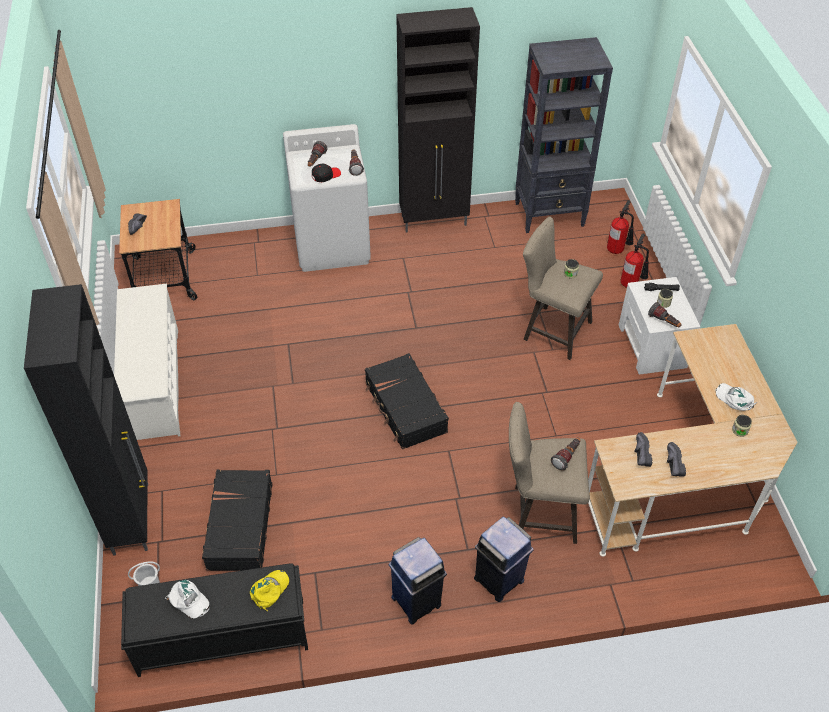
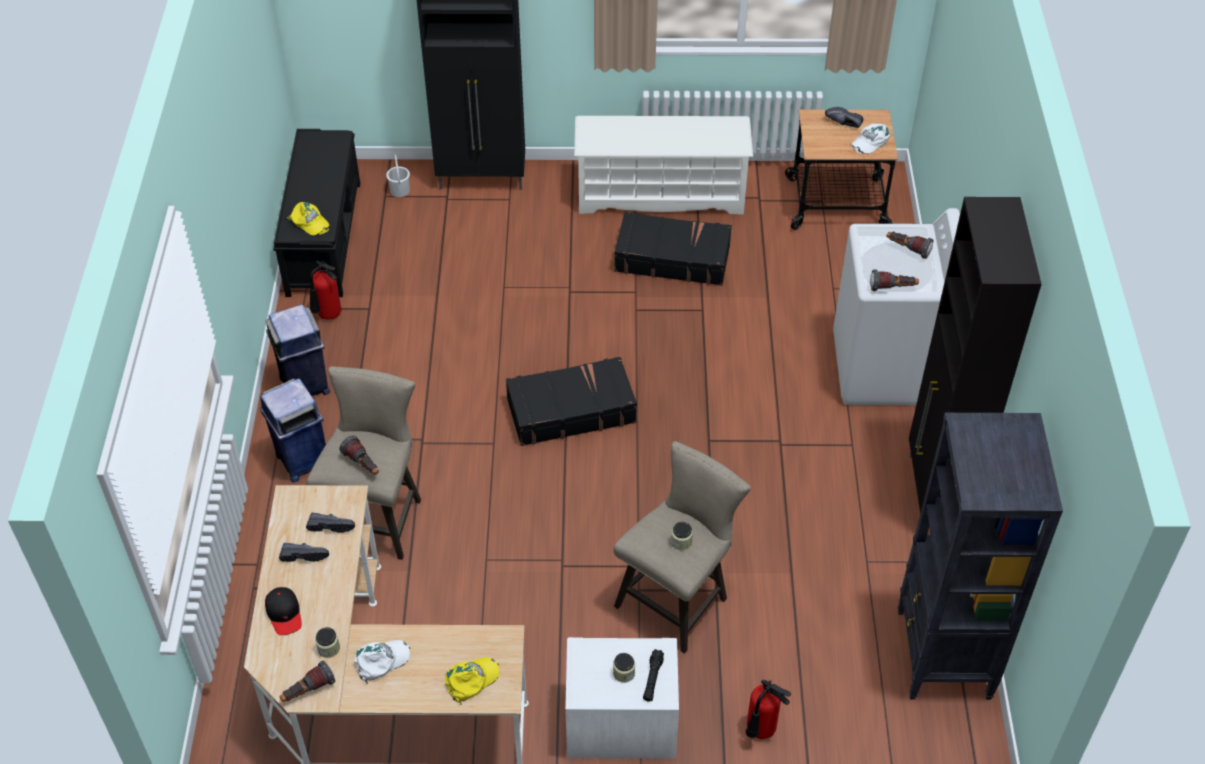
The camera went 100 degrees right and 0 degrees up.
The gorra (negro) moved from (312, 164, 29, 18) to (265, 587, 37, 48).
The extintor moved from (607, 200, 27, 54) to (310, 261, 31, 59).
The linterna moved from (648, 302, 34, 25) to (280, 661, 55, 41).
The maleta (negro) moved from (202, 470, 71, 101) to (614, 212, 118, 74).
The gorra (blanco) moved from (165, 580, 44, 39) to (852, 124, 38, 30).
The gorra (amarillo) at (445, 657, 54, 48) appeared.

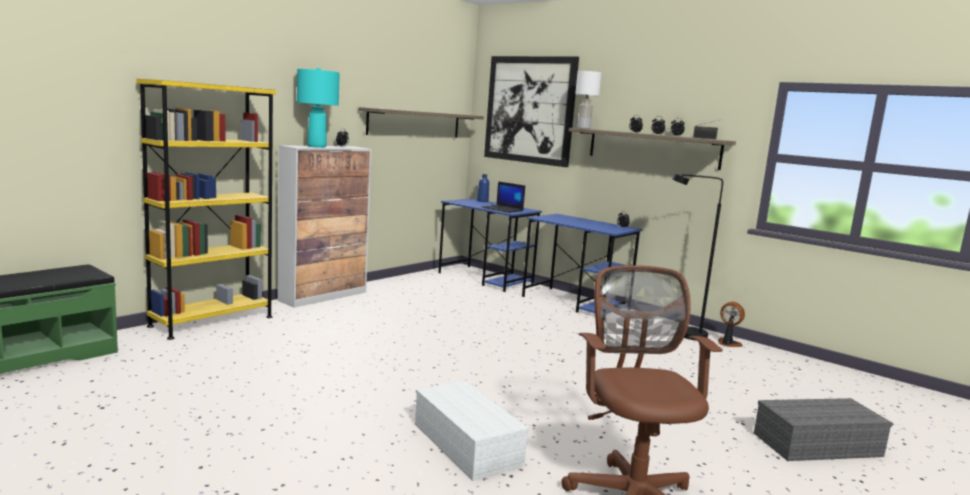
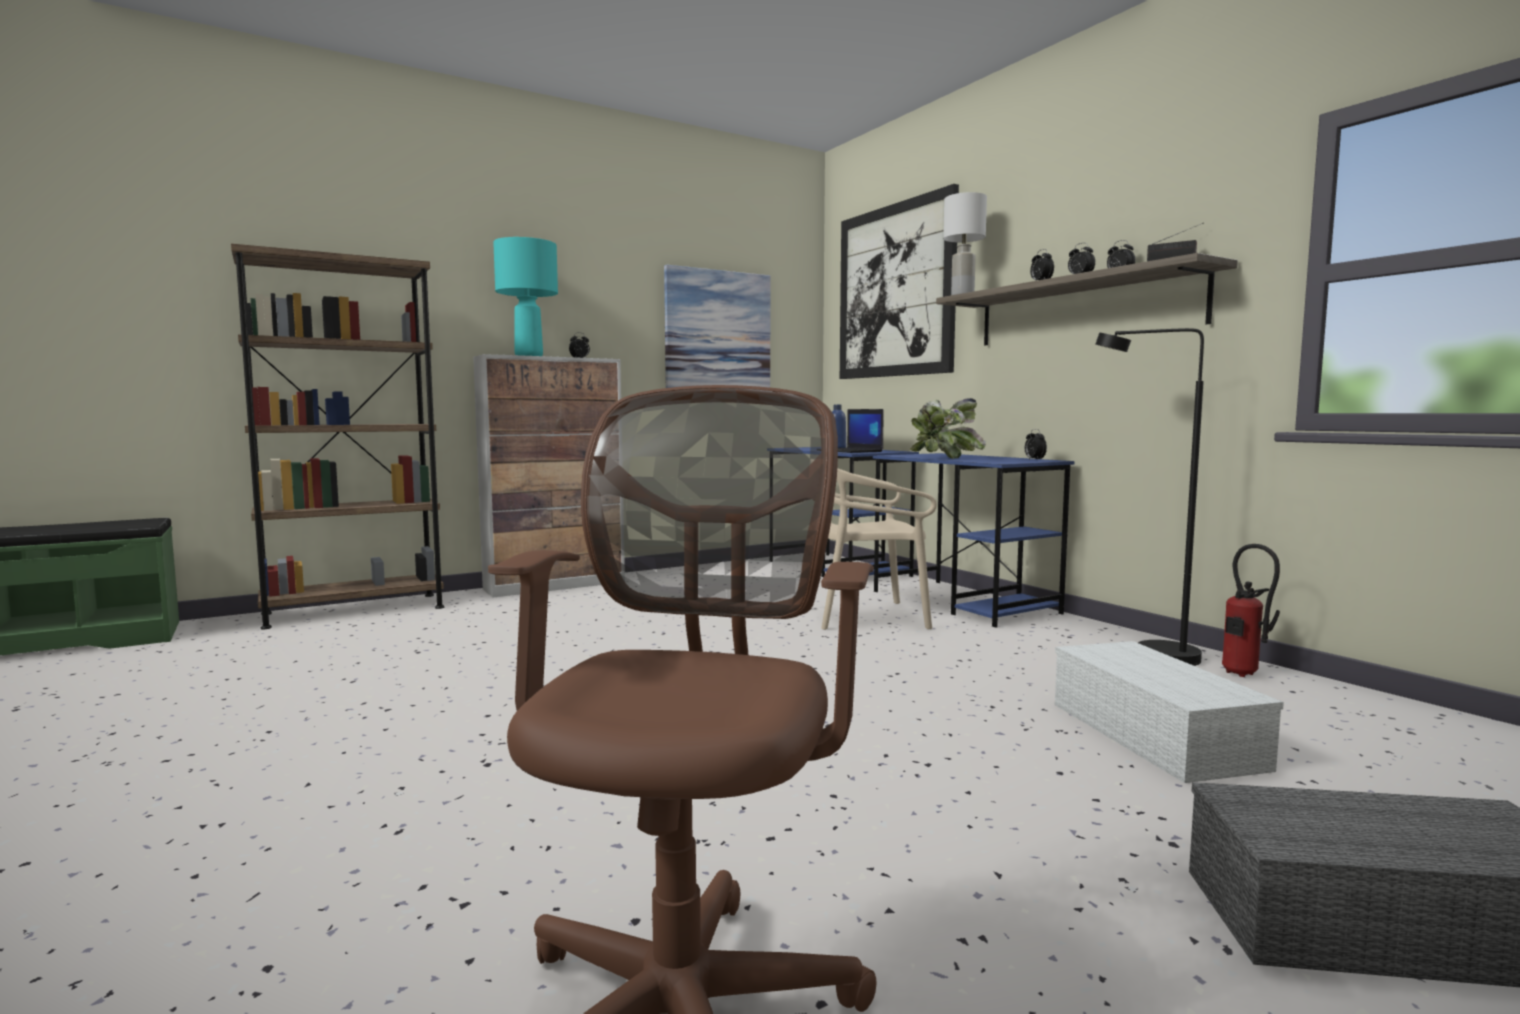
The camera went 20 degrees right and 5 degrees down.
The estantería (amarillo) at (136, 79, 140, 261) became the estantería (marrón) at (231, 244, 213, 385).
The estante at (359, 107, 125, 31) was replaced by the cuadro at (664, 265, 106, 123).
The ventilador at (718, 302, 27, 45) was replaced by the extintor at (1222, 544, 58, 133).
The caja de almacenaje (blanco) moved from (415, 380, 114, 101) to (1055, 641, 229, 142).
The planta en maceta at (910, 398, 76, 61) appeared.
The silla (beis) at (821, 468, 116, 162) appeared.

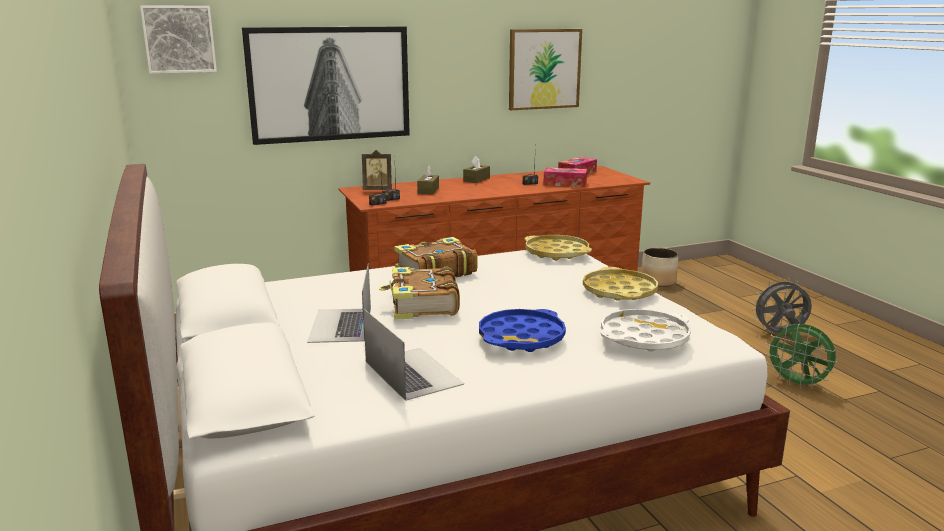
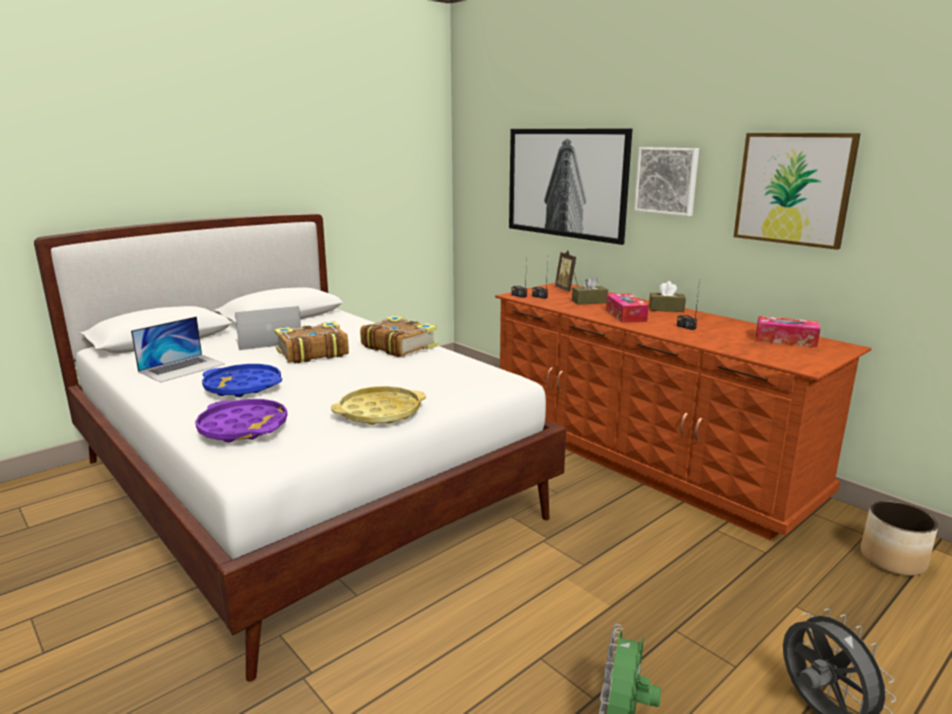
The camera went 70 degrees right and 0 degrees up.
The cuadro moved from (140, 5, 77, 69) to (634, 147, 65, 69).
The caja de pañuelos moved from (543, 167, 44, 21) to (606, 293, 43, 30).
The bandeja (amarillo) at (524, 235, 68, 26) disappeared.
The bandeja (blanco) at (601, 309, 90, 43) became the bandeja (morado) at (195, 399, 92, 44).

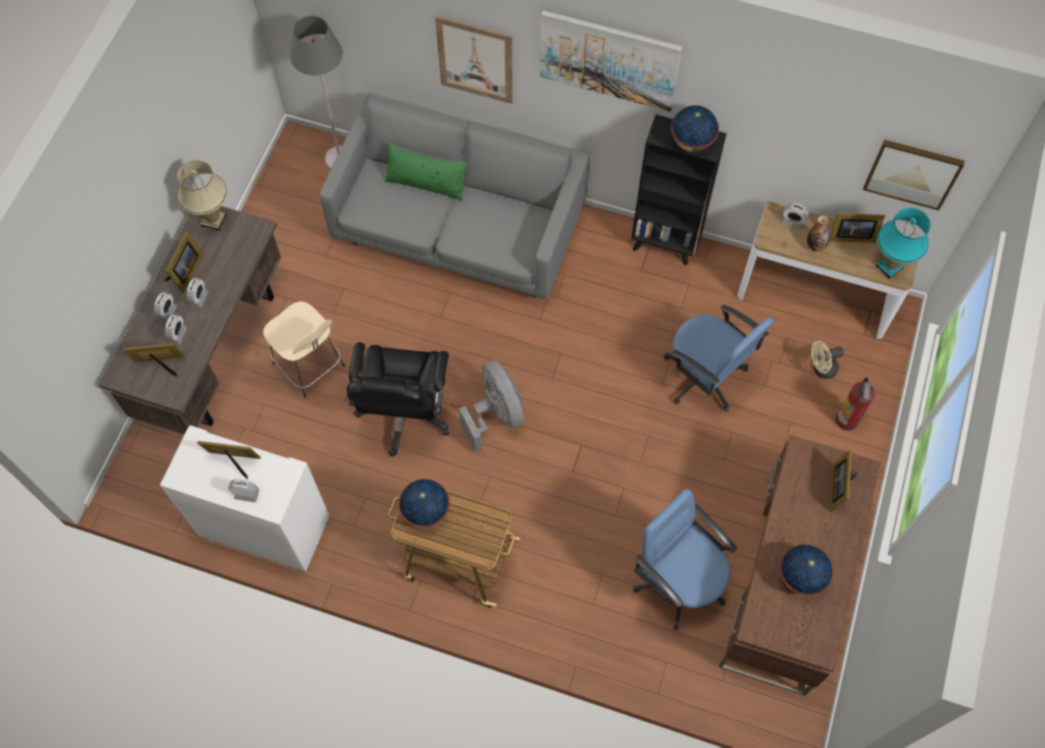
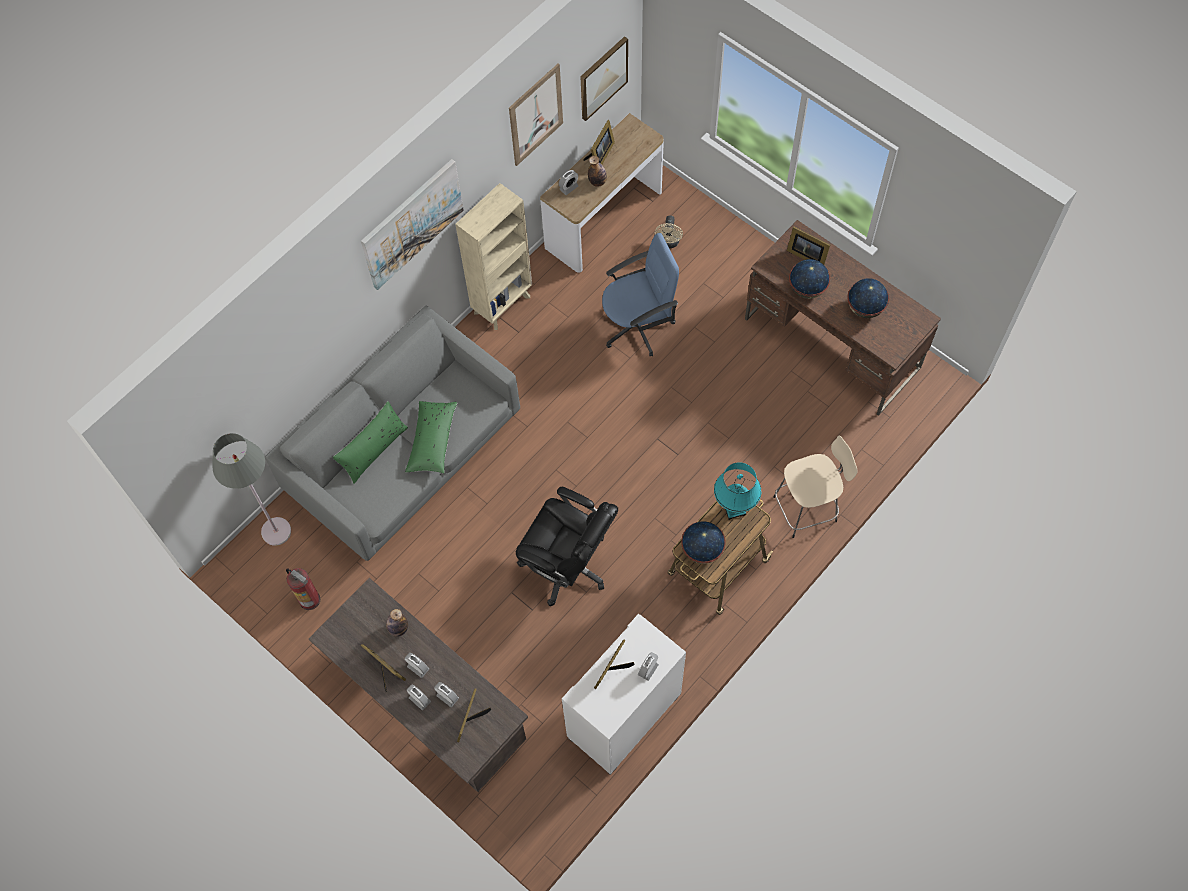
The camera went 65 degrees left and 0 degrees up.
The cuadro moved from (435, 16, 78, 88) to (509, 64, 54, 102).
The globo terráqueo moved from (671, 105, 48, 47) to (789, 259, 41, 40).
The estantería (negro) at (631, 115, 96, 151) became the estantería (beis) at (455, 183, 77, 147).
The lámpara de mesa (beis) at (177, 160, 50, 71) disappeared.
The lámpara de mesa (turquesa) moved from (875, 208, 56, 71) to (714, 462, 47, 58).
The taburete (beis) moved from (263, 301, 82, 97) to (773, 435, 85, 103).
The ventilador (gris) at (459, 360, 65, 92) disappeared.
The extintor moved from (835, 377, 40, 54) to (286, 568, 34, 42).
The silla de oficina (azul) at (633, 489, 104, 141) disappeared.
The cojín (verde) at (405, 401, 53, 73) appeared.
The botella at (386, 609, 22, 28) appeared.

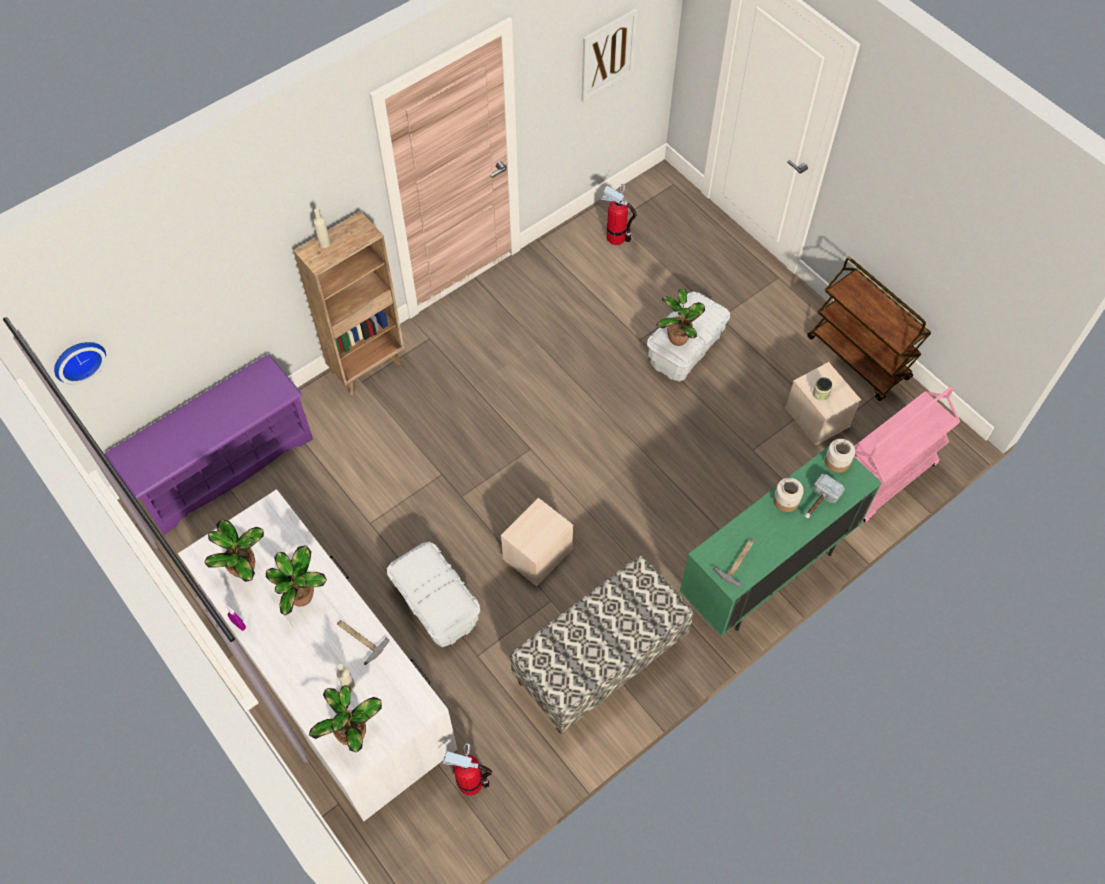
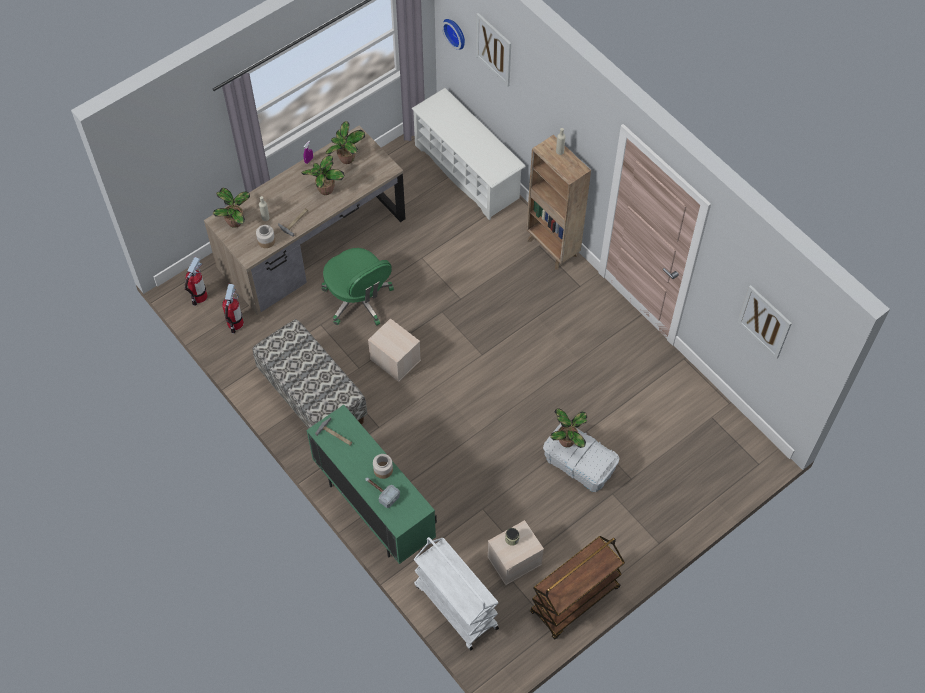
The camera went 90 degrees right and 0 degrees up.
The extintor moved from (601, 184, 36, 61) to (184, 257, 24, 49).
The zapatero (morado) at (105, 354, 208, 181) became the zapatero (blanco) at (411, 88, 114, 132).
The carrito (rosa) at (854, 386, 106, 137) became the carrito (blanco) at (414, 537, 85, 114).
The tarro moved from (825, 439, 30, 34) to (256, 225, 19, 23).
The escritorio (blanco) at (178, 489, 279, 332) became the escritorio (marrón) at (204, 126, 201, 189).
The caja de almacenaje (blanco) at (387, 542, 93, 105) was replaced by the silla de oficina (verde) at (321, 248, 73, 78).
The cuadro at (476, 13, 35, 73) appeared.

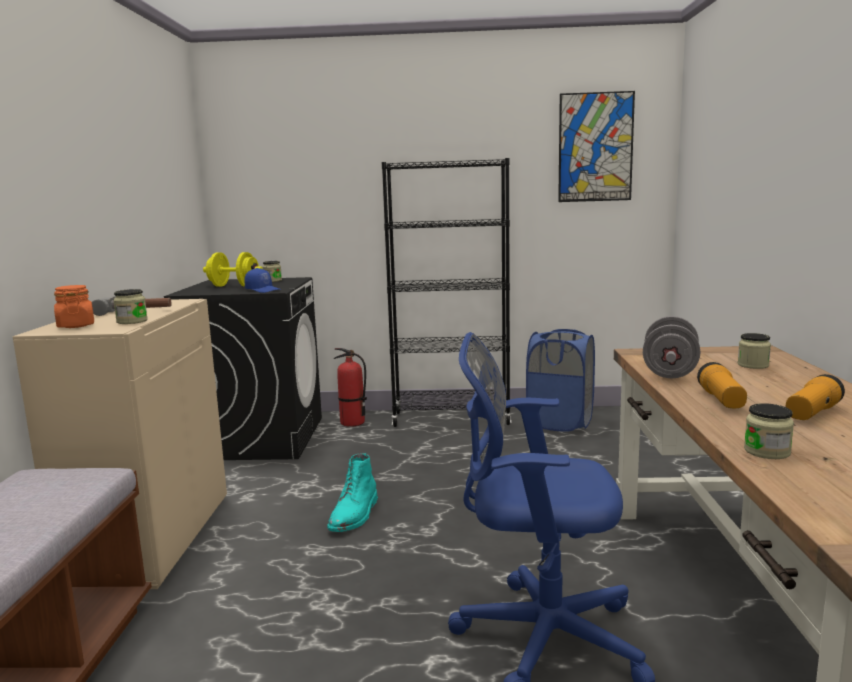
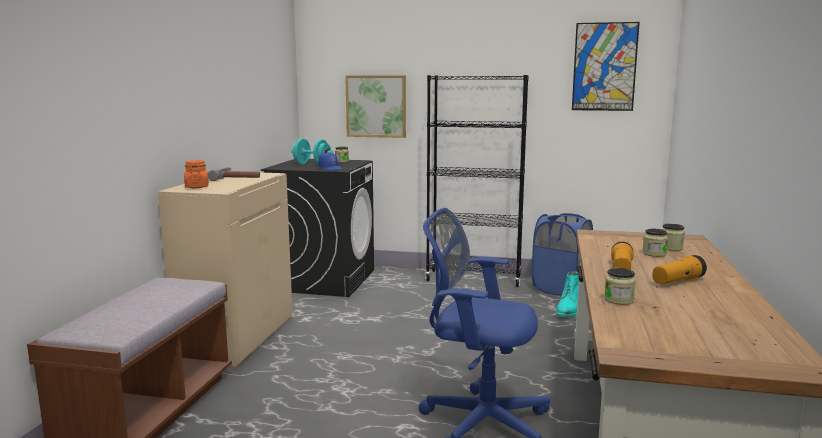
The camera went 10 degrees right and 0 degrees up.
The mancuerna (amarillo) at (203, 252, 60, 35) became the mancuerna (turquesa) at (291, 139, 42, 25).
The tarro moved from (113, 289, 35, 35) to (642, 229, 26, 28).
The mancuerna (gris) at (643, 316, 57, 62) disappeared.
The extintor at (334, 348, 33, 79) disappeared.
The bota (turquesa) moved from (327, 453, 51, 79) to (555, 272, 24, 45).
The cuadro at (345, 75, 61, 63) appeared.

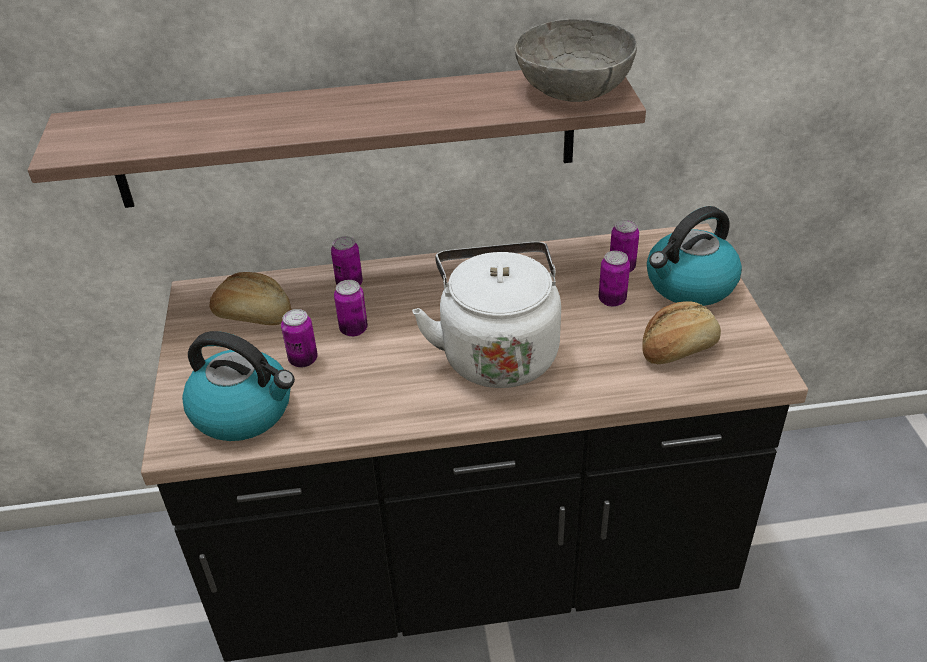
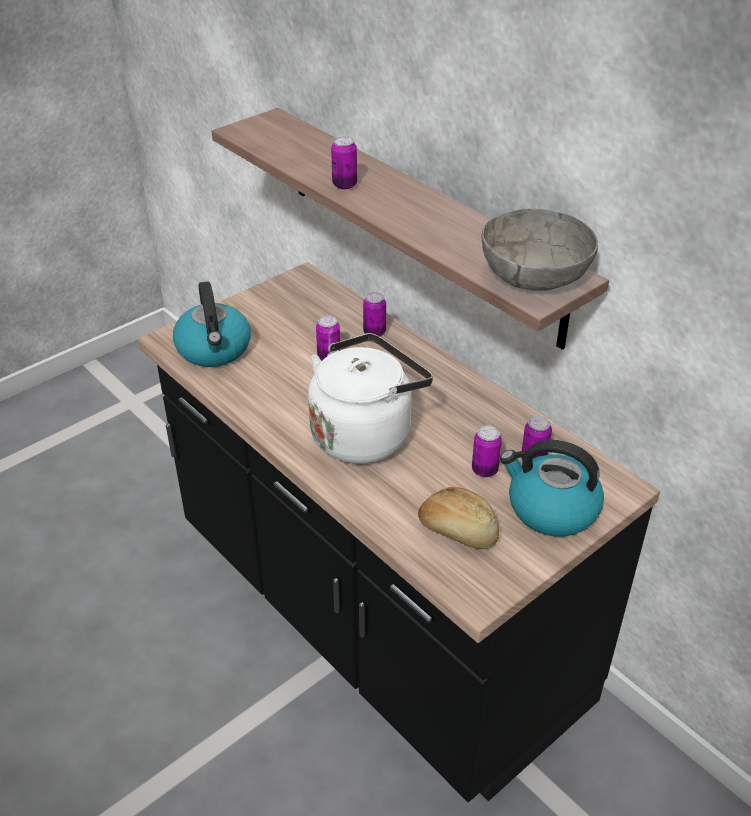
The camera went 55 degrees right and 0 degrees up.
The pan at (210, 272, 81, 53) disappeared.
The lata moved from (281, 309, 37, 59) to (331, 136, 26, 53).

